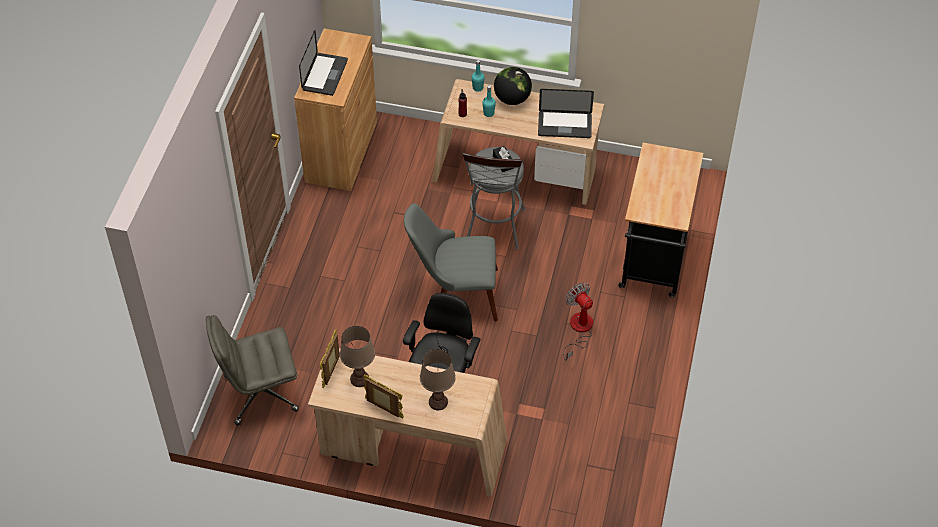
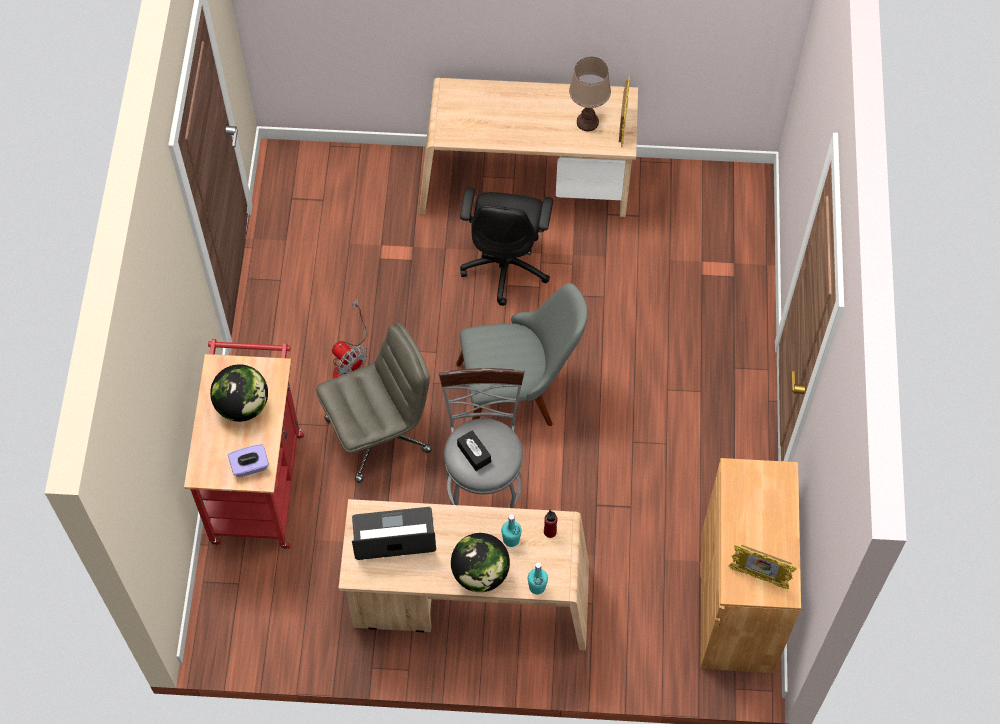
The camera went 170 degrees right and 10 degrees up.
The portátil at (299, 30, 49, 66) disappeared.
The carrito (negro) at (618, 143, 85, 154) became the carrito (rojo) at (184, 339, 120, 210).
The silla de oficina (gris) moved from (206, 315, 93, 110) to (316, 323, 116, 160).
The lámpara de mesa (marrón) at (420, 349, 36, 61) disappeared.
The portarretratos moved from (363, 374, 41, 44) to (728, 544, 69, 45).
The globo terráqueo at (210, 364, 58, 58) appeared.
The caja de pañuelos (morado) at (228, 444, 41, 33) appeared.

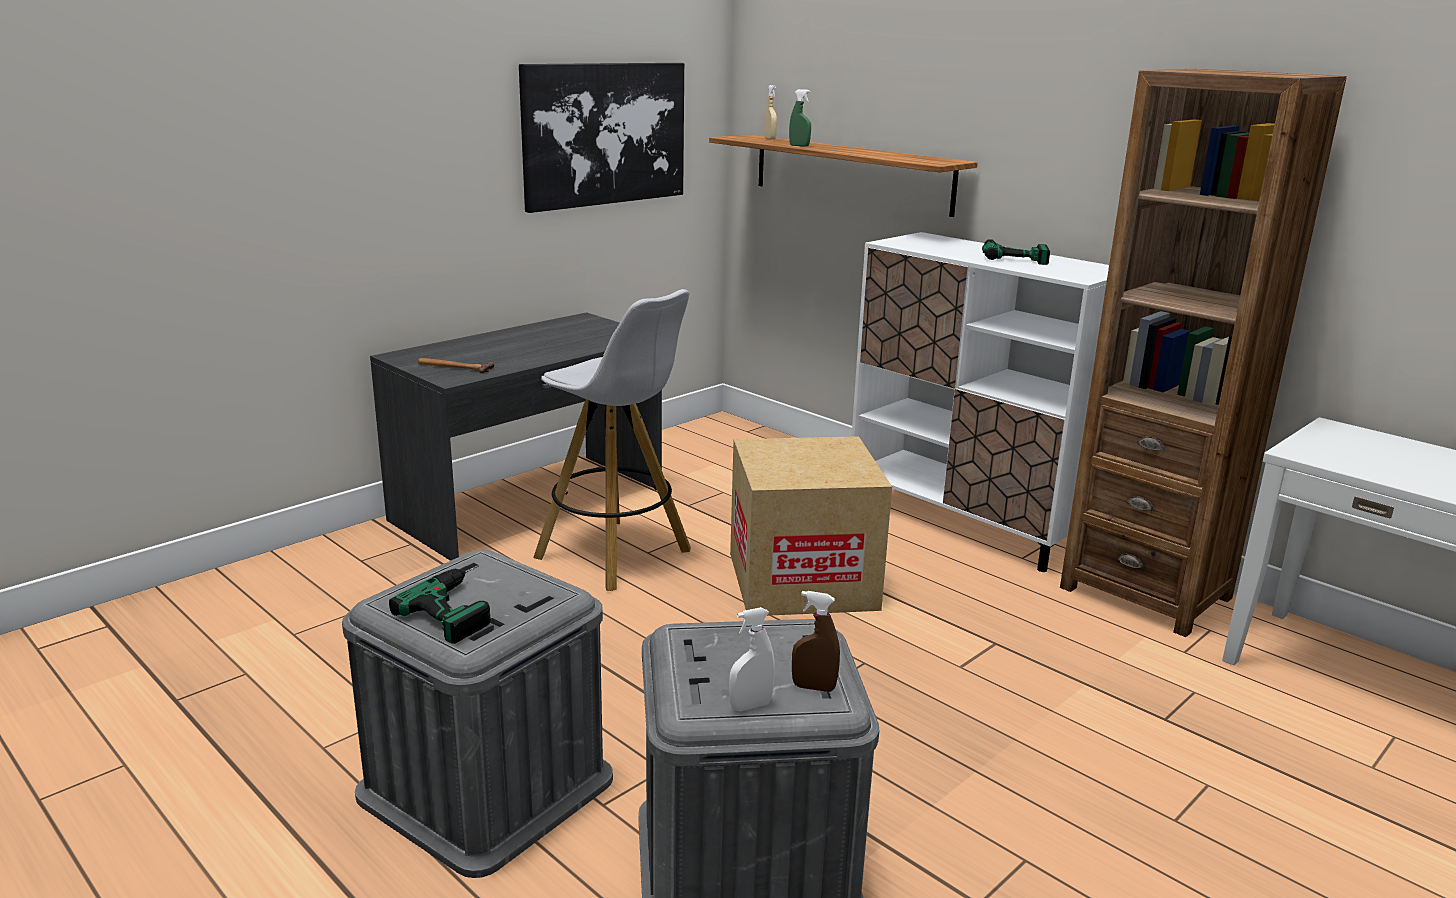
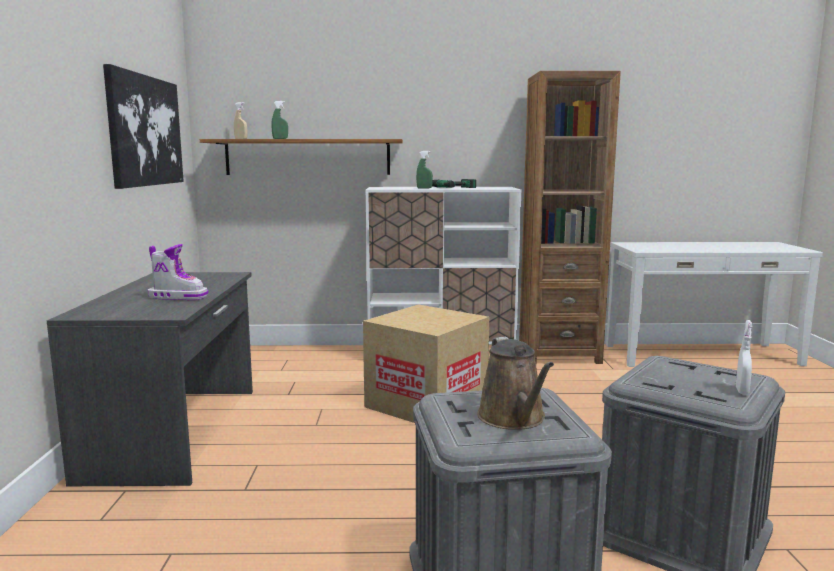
The camera went 45 degrees left and 10 degrees down.
The taburete (blanco) at (533, 289, 158, 302) disappeared.
The martillo at (418, 358, 76, 15) disappeared.
The taladro at (389, 565, 102, 79) was replaced by the regadera (marrón) at (477, 337, 77, 93).
The pulverizador (marrón) at (792, 591, 48, 101) disappeared.
The pulverizador (verde) at (416, 151, 17, 38) appeared.
The bota at (148, 244, 61, 56) appeared.

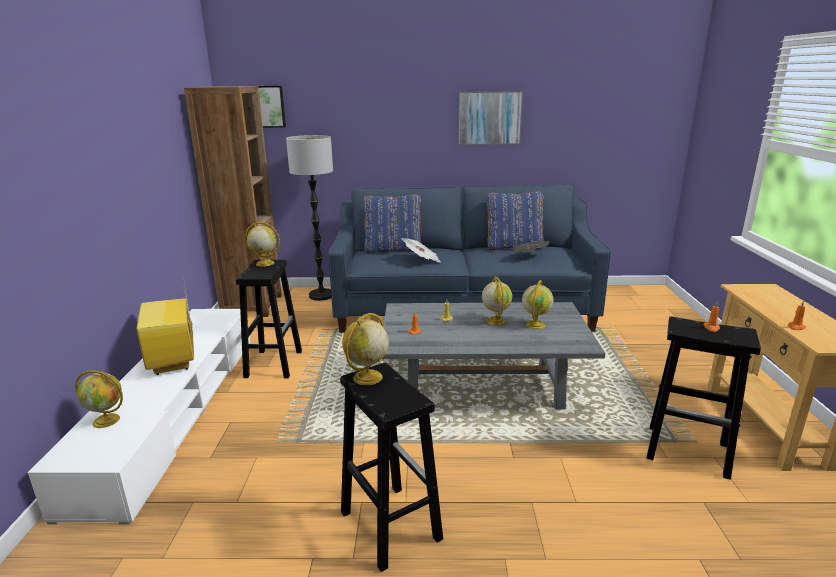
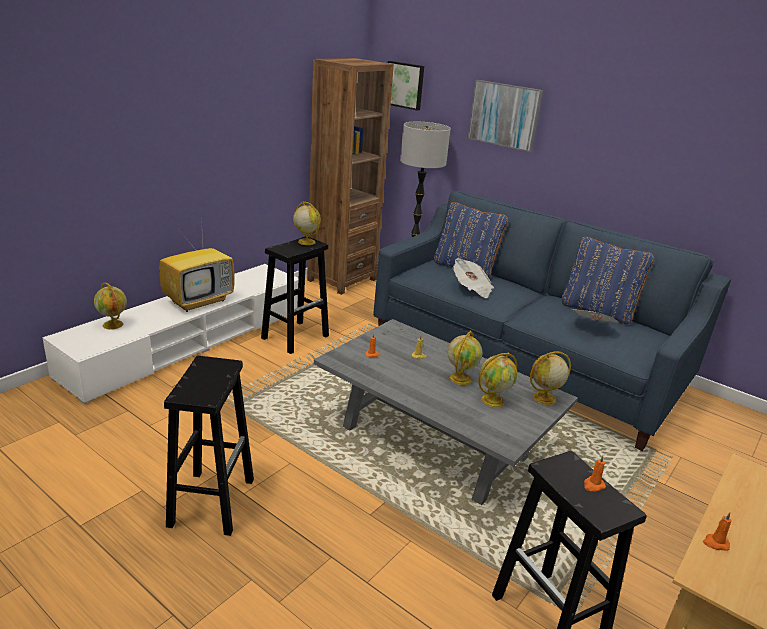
The camera went 35 degrees right and 5 degrees up.
The cuadro moved from (458, 91, 65, 54) to (468, 80, 75, 72).
The televisor at (137, 280, 57, 95) turned 150 degrees counterclockwise.
The globo terráqueo moved from (342, 313, 47, 72) to (530, 352, 41, 53).

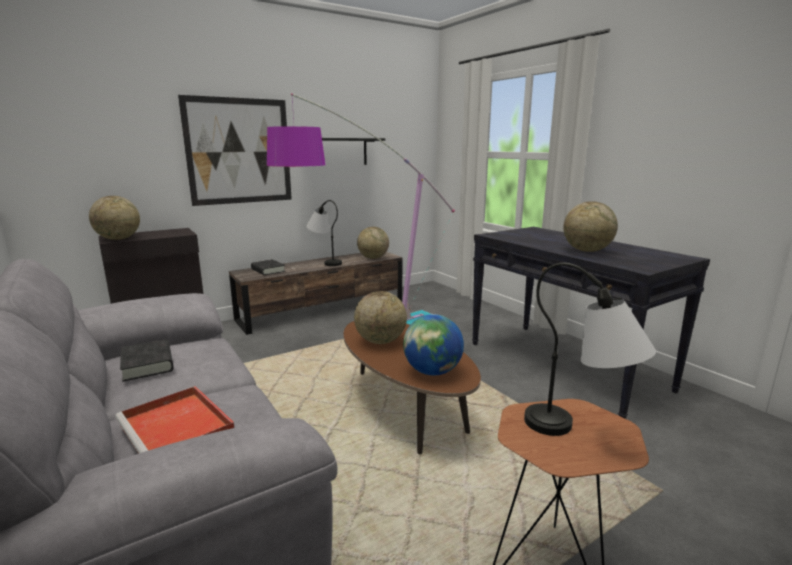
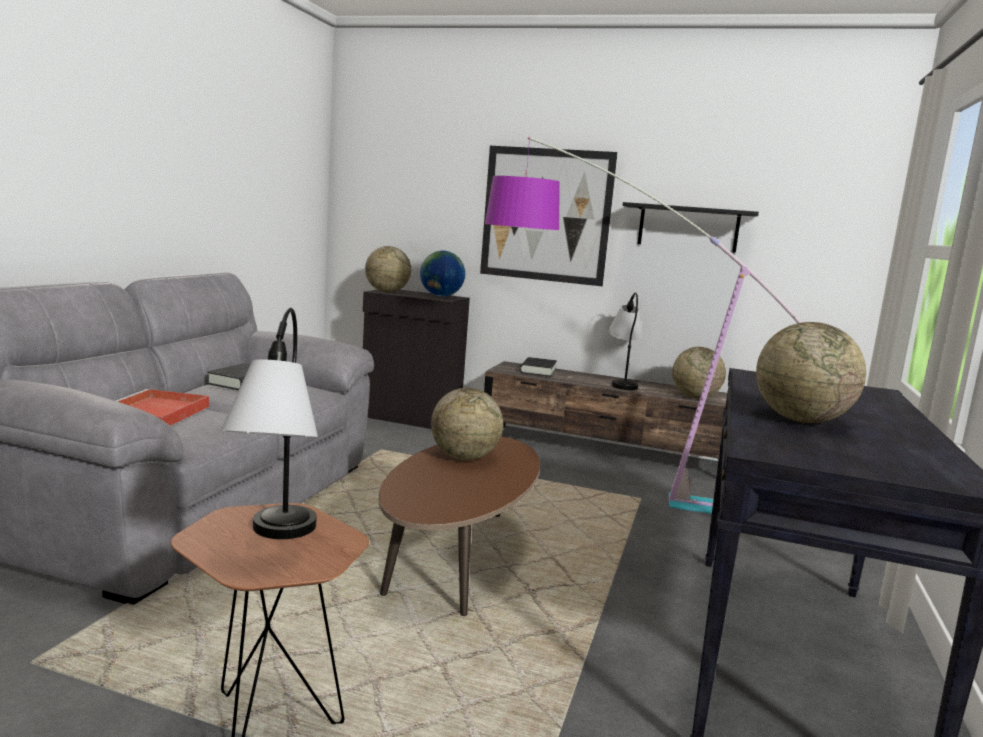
The camera went 50 degrees right and 5 degrees down.
The globo terráqueo moved from (403, 314, 61, 61) to (420, 251, 45, 45).

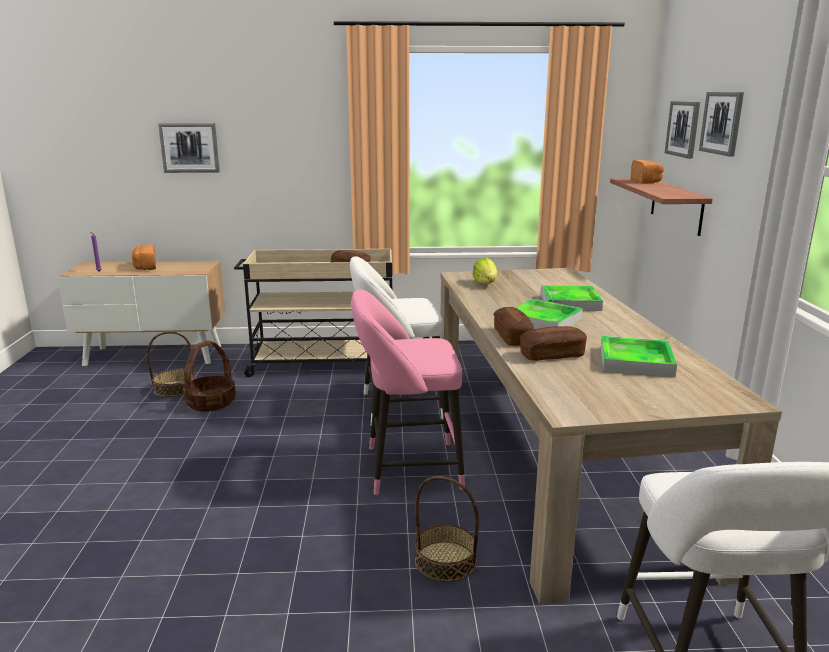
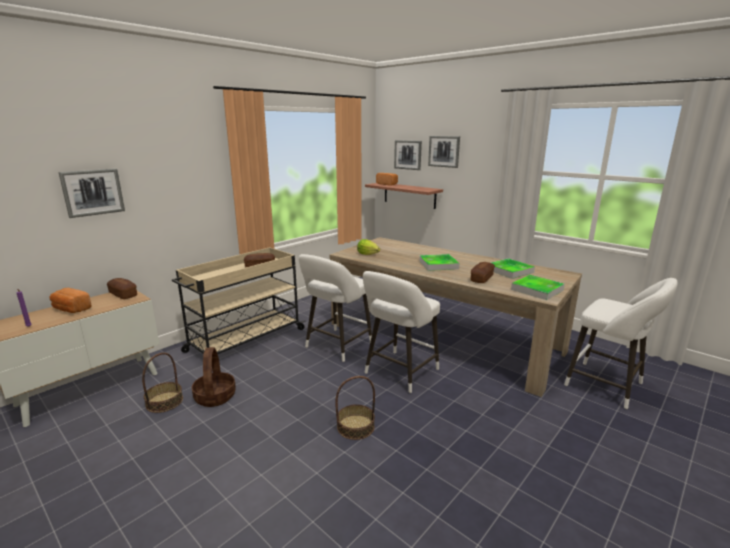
The camera went 45 degrees left and 0 degrees up.
The bandeja moved from (541, 285, 62, 26) to (511, 275, 54, 25).
The taburete (rosa) at (351, 289, 114, 206) became the taburete (blanco) at (363, 271, 77, 122).
The pan moved from (493, 307, 41, 39) to (107, 278, 30, 21).
The cesta moved from (415, 476, 64, 106) to (335, 376, 40, 64).

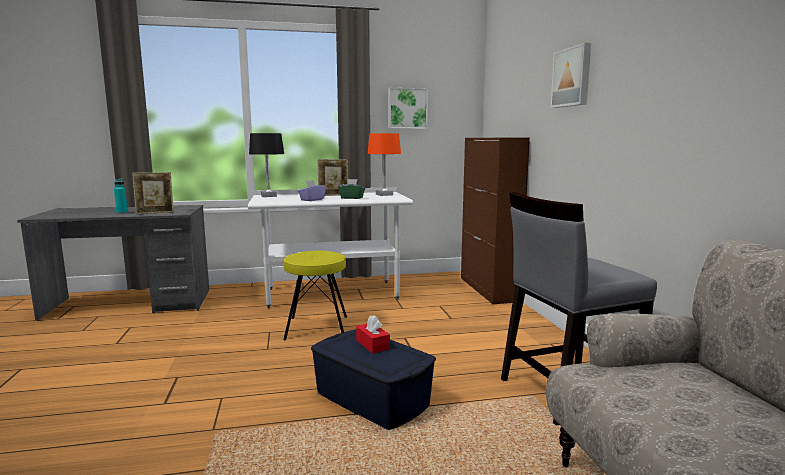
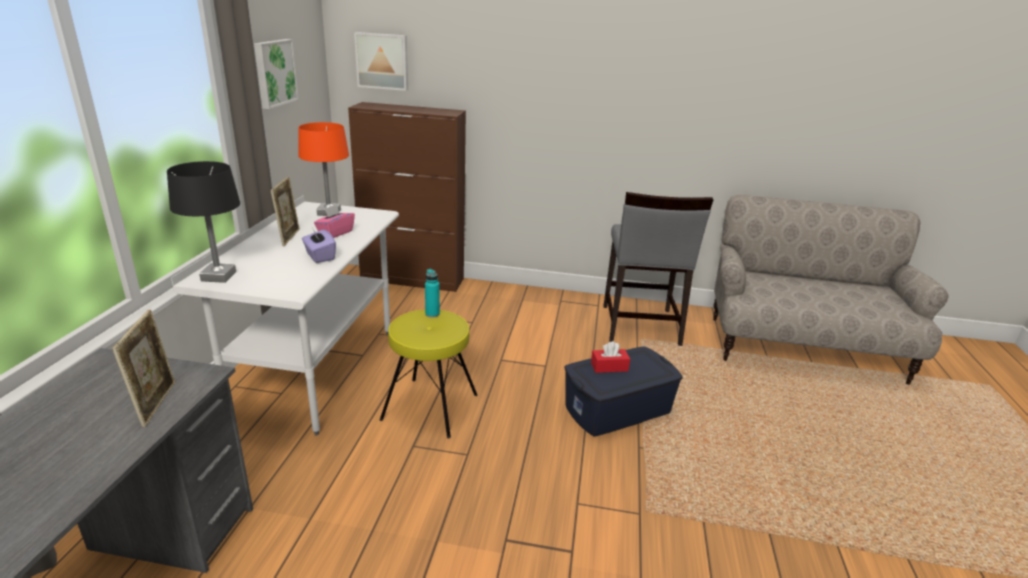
The camera went 70 degrees left and 15 degrees up.
The cuadro moved from (550, 43, 41, 65) to (354, 32, 54, 59).
The botella (turquesa) moved from (114, 178, 14, 36) to (425, 269, 15, 49).
The caja de pañuelos (verde) at (338, 179, 27, 20) became the caja de pañuelos (rosa) at (314, 205, 41, 33).

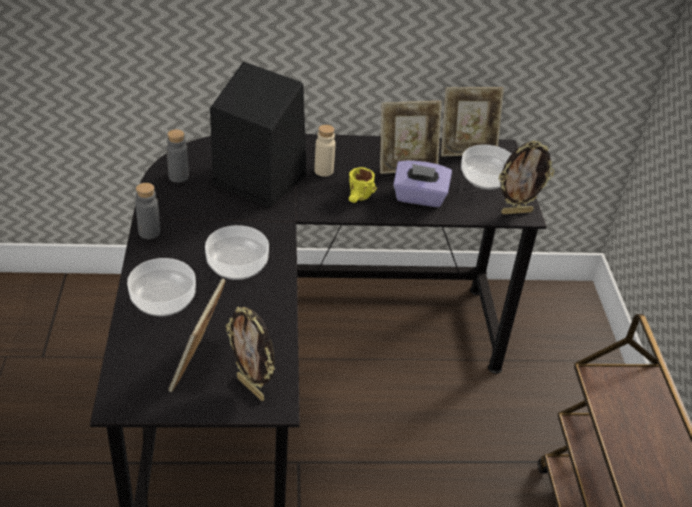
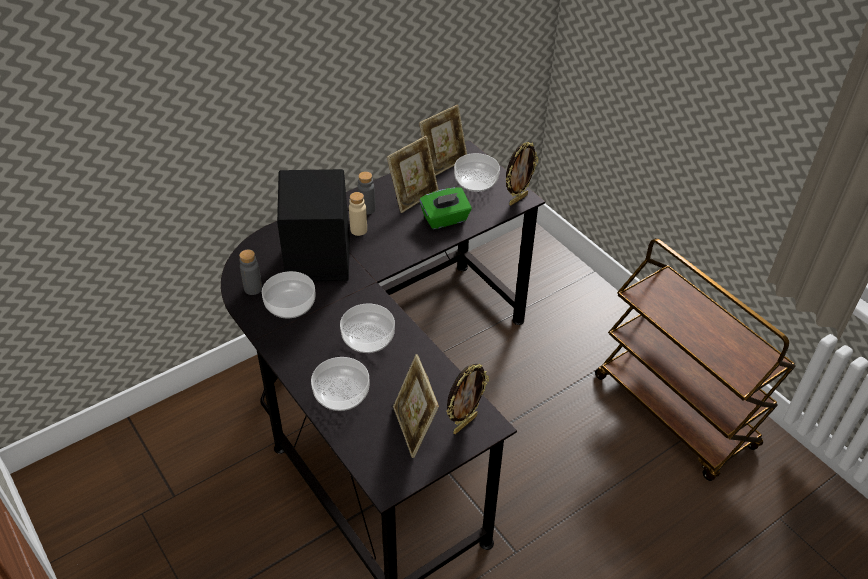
The camera went 30 degrees left and 5 degrees up.
The caja de pañuelos (morado) at (393, 160, 59, 47) became the caja de pañuelos (verde) at (419, 187, 53, 42).
The taza grande (amarillo) at (349, 167, 28, 36) disappeared.
The botella (gris) moved from (135, 183, 25, 56) to (358, 171, 17, 44).
The portarretratos at (226, 306, 49, 95) turned 60 degrees counterclockwise.
The cuenco at (262, 271, 53, 47) appeared.

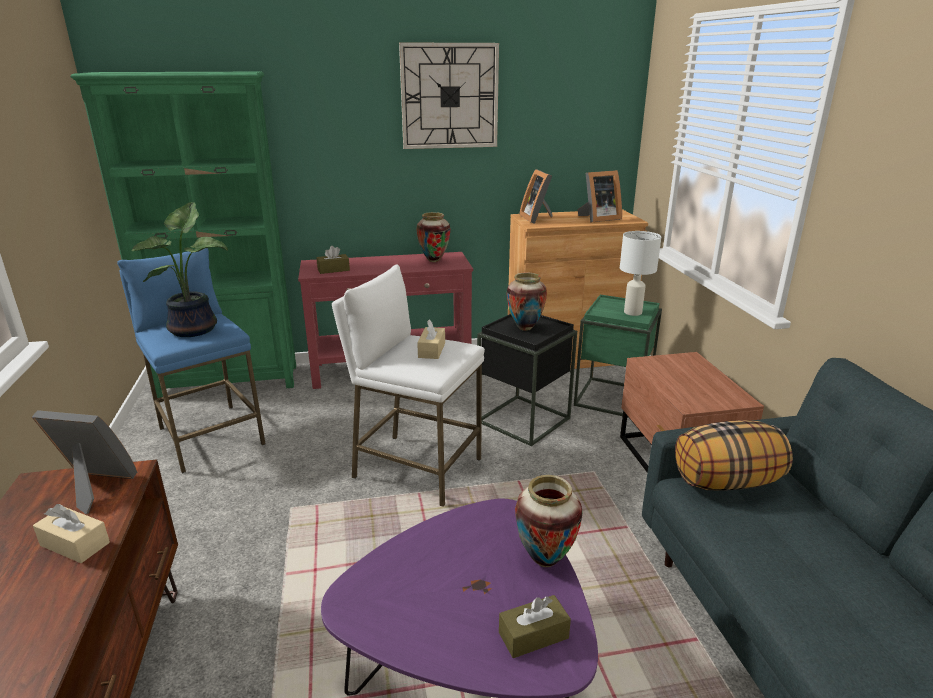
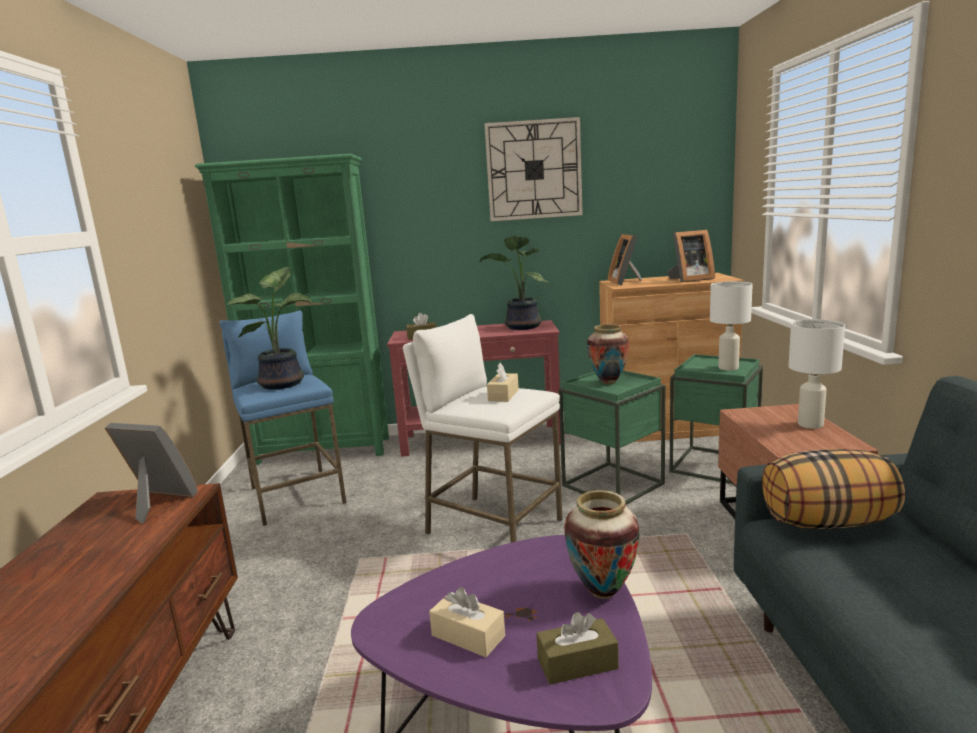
The camera went 10 degrees right and 10 degrees down.
The florero at (416, 212, 34, 50) was replaced by the planta en maceta at (479, 236, 70, 94).
The mesa auxiliar (negro) at (477, 314, 100, 132) became the mesa auxiliar (verde) at (559, 371, 106, 134).
The caja de pañuelos (beis) moved from (33, 504, 77, 59) to (429, 587, 76, 70).
The lámpara de mesa (blanco) at (788, 319, 57, 110) appeared.

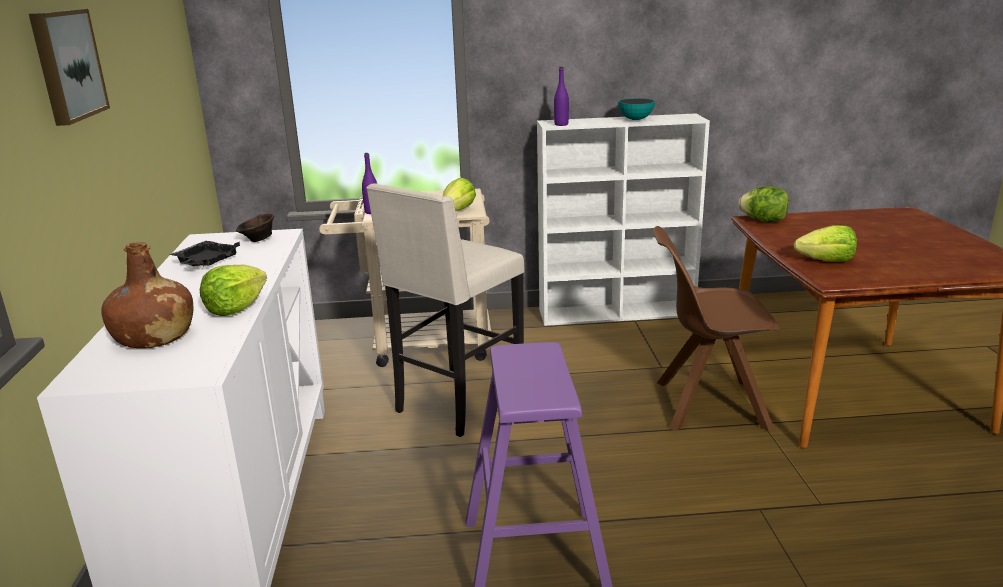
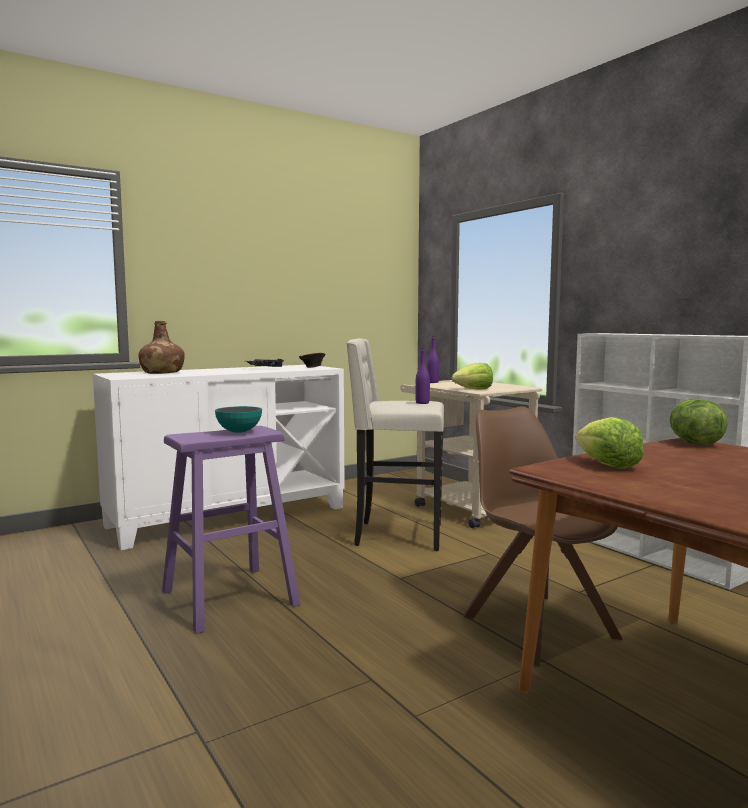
The camera went 60 degrees right and 15 degrees down.
The cuadro at (29, 9, 81, 117) disappeared.
The botella (morado) moved from (554, 67, 15, 59) to (415, 348, 15, 56).
The cuenco moved from (618, 98, 37, 22) to (215, 406, 47, 27).
The lechuga at (200, 265, 67, 51) disappeared.

